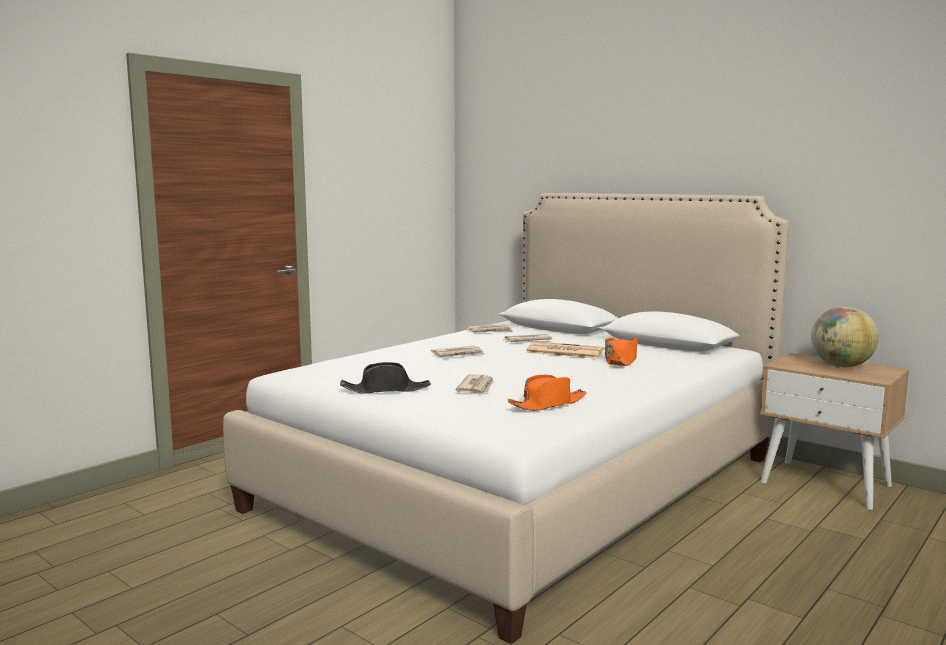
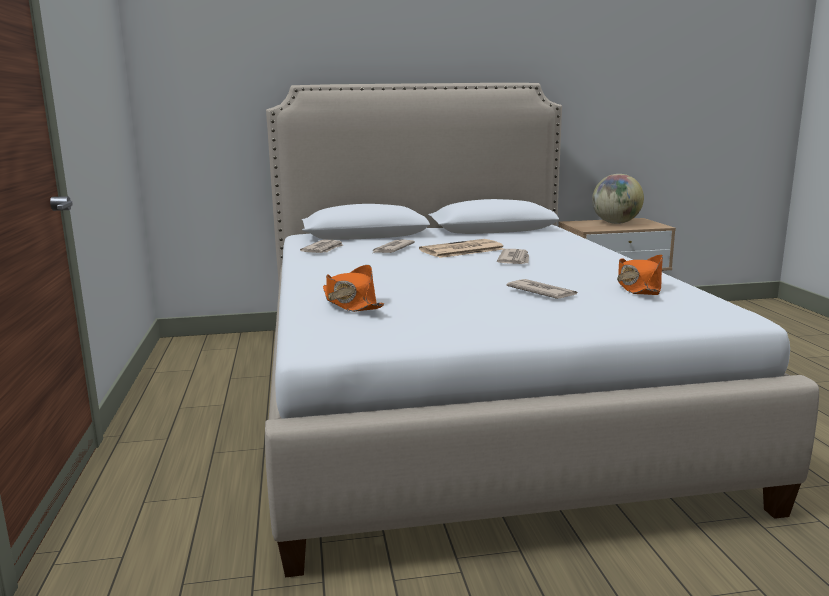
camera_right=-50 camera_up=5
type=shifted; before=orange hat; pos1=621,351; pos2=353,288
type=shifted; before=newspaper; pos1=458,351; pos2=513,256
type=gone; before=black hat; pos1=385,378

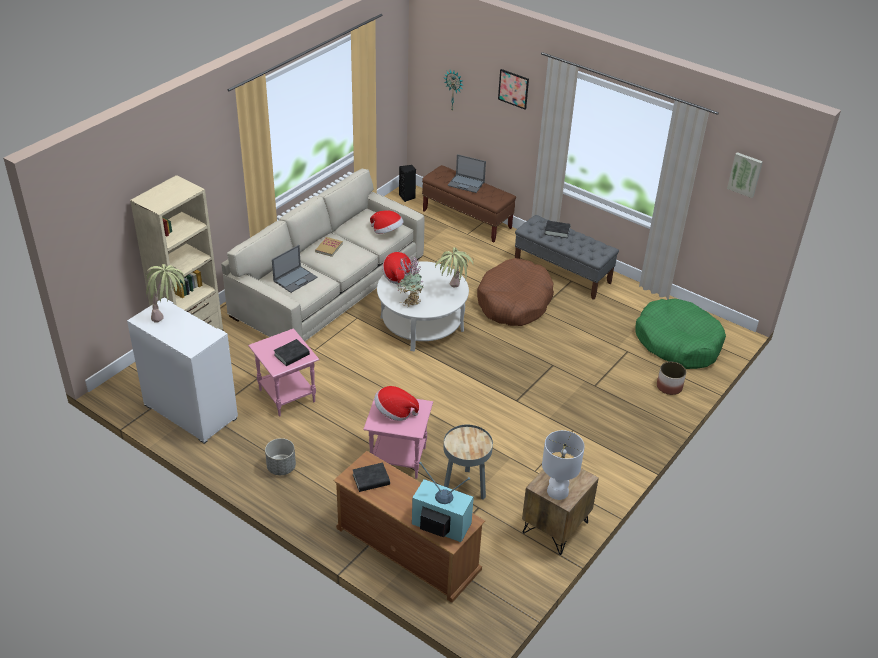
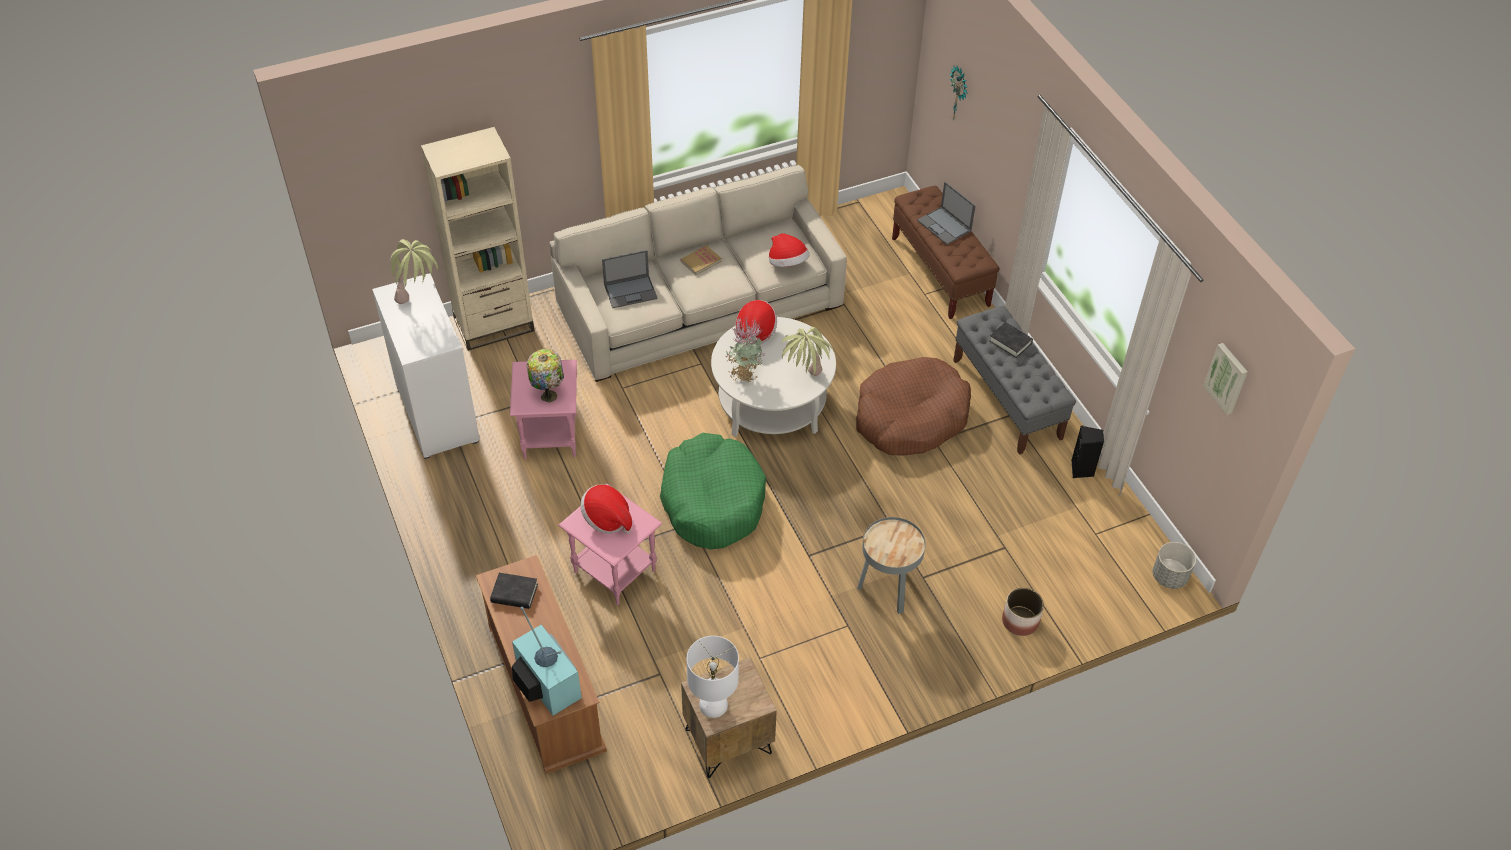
camera_right=30 camera_up=10
type=gone; before=picture; pos1=513,89
type=shifted; before=black speaker; pos1=407,183; pos2=1087,452
type=shifted; before=green dog bed; pos1=680,333; pos2=713,491
type=swapped; before=black book; after=table lamp; pos1=292,352; pos2=545,376
type=shifted; before=grey side table; pos1=468,462; pos2=891,565
type=shifted; before=grey planter; pos1=280,456; pos2=1174,565

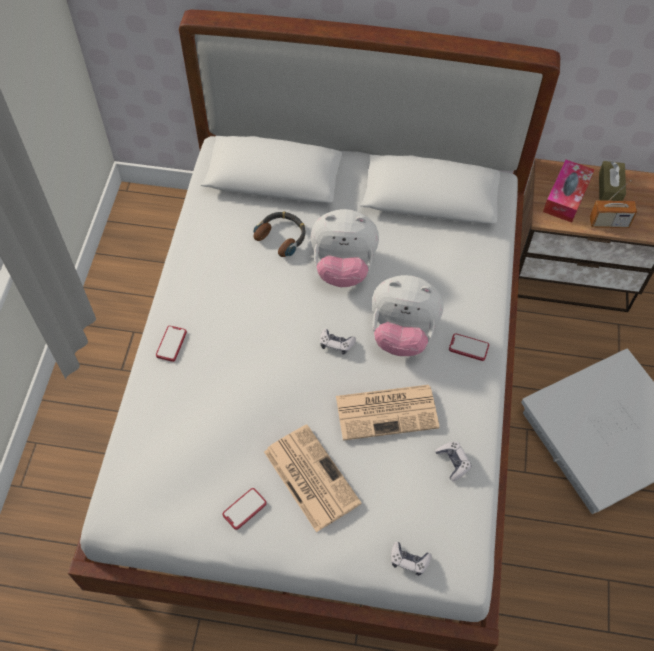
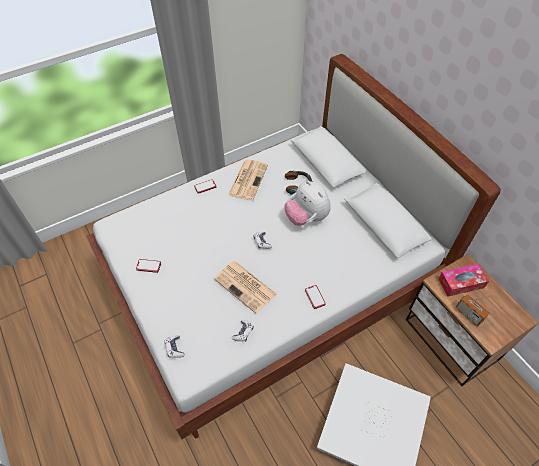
camera_right=50 camera_up=-5
type=gone; before=brown tissue box; pos1=612,181
type=gone; before=plush toy; pos1=407,315
type=shifted; before=newspaper; pos1=312,478; pos2=248,180

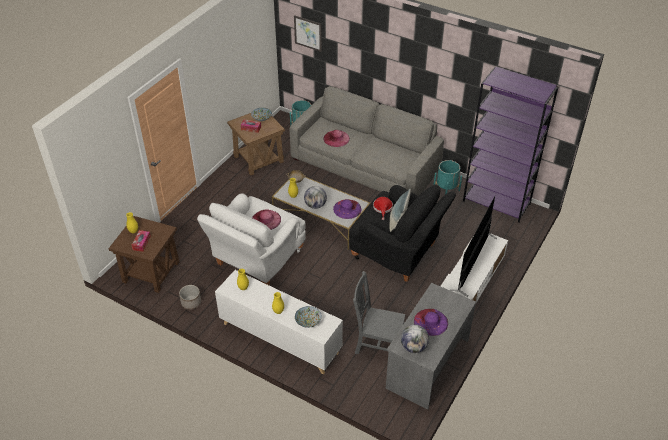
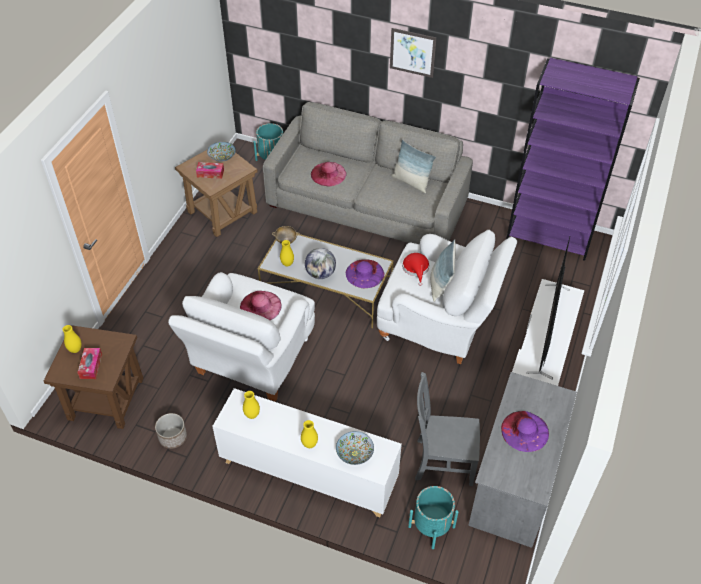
camera_right=-10 camera_up=5
type=shifted; before=picture; pos1=308,33; pos2=413,53
type=shifted; before=turquoise planter; pos1=448,177; pos2=433,517
type=repainted; before=black armchair; after=white armchair; pos1=402,233; pos2=447,297
type=gone; before=globe; pos1=415,339
type=new; after=pillow; pos2=414,166

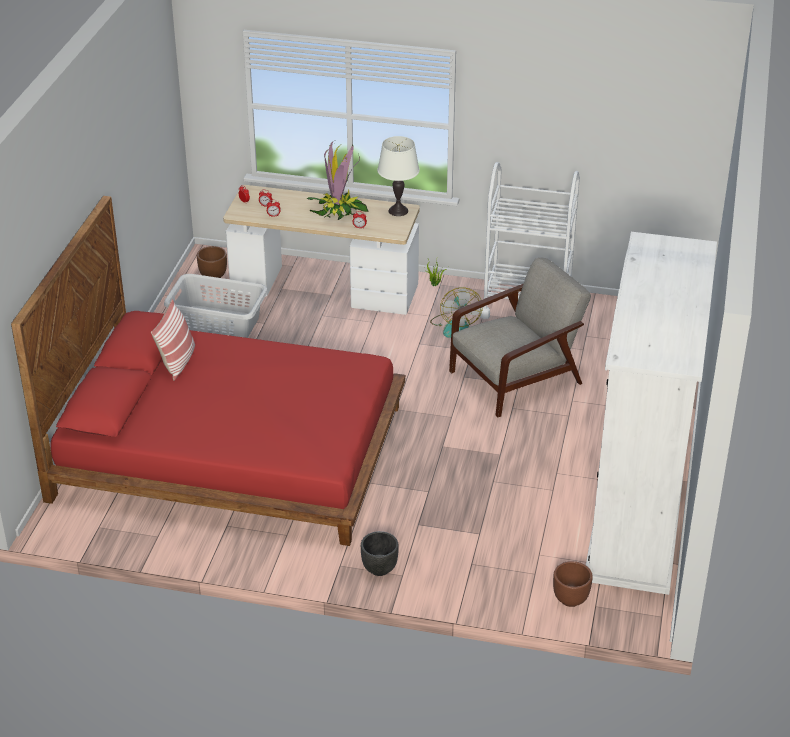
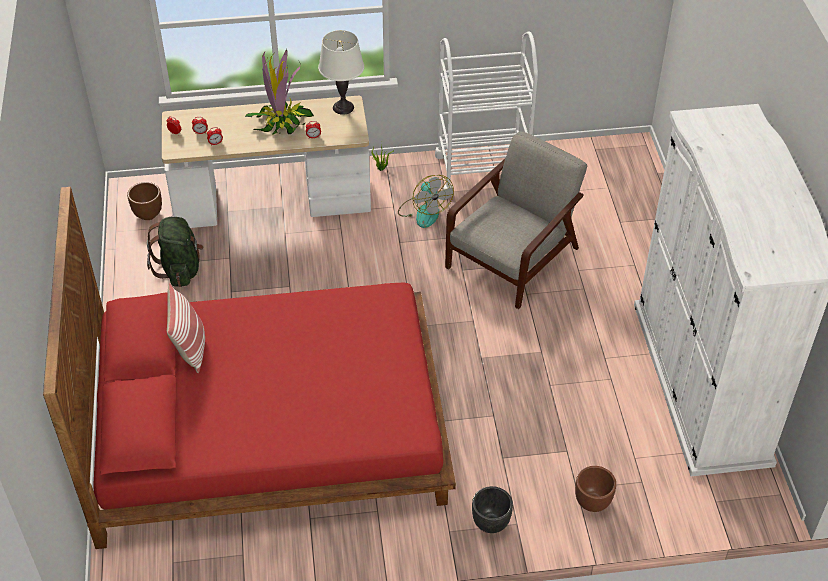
camera_right=-20 camera_up=10
type=swapped; before=grey laundry basket; after=green backpack; pos1=216,306; pos2=175,252
type=shifted; before=brown planter; pos1=573,584; pos2=595,489

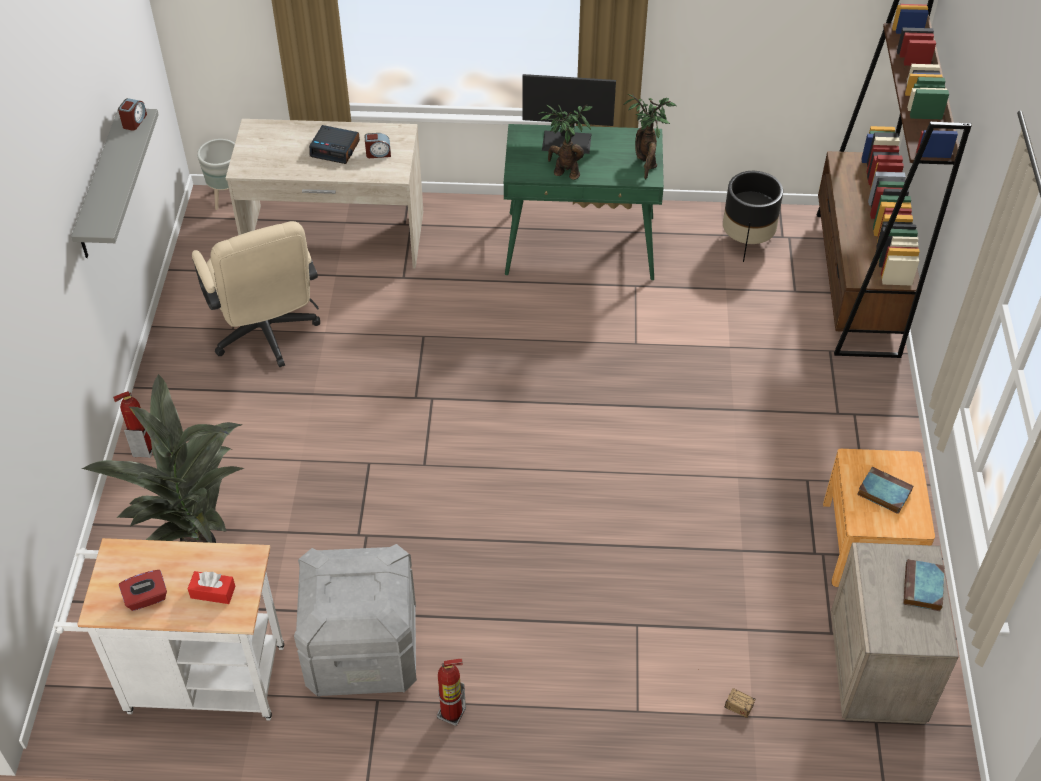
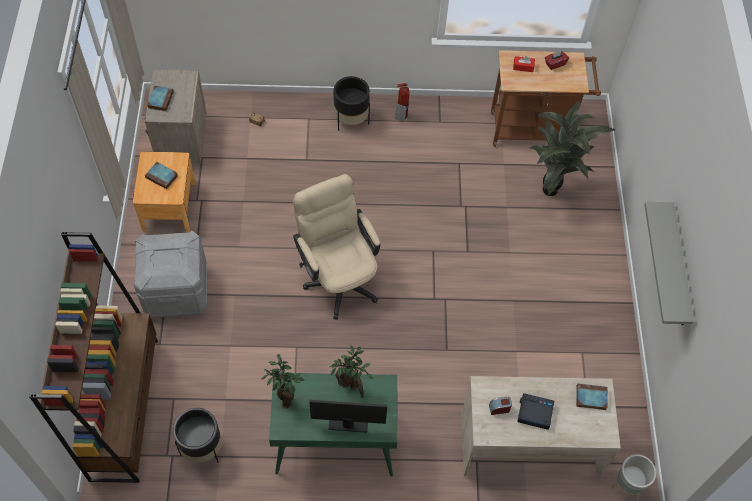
camera_right=175 camera_up=10
type=gone; before=alarm clock; pos1=132,114
type=shifted; before=beige office chair; pos1=256,294; pos2=336,247
type=gone; before=fire extinguisher; pos1=133,424
type=repainted; before=white cart; after=brown cart; pos1=169,629; pos2=546,98
type=shifted; before=grey storage box; pos1=355,620; pos2=171,274
type=new; after=black planter; pos2=352,103
type=new; after=book; pos2=592,397

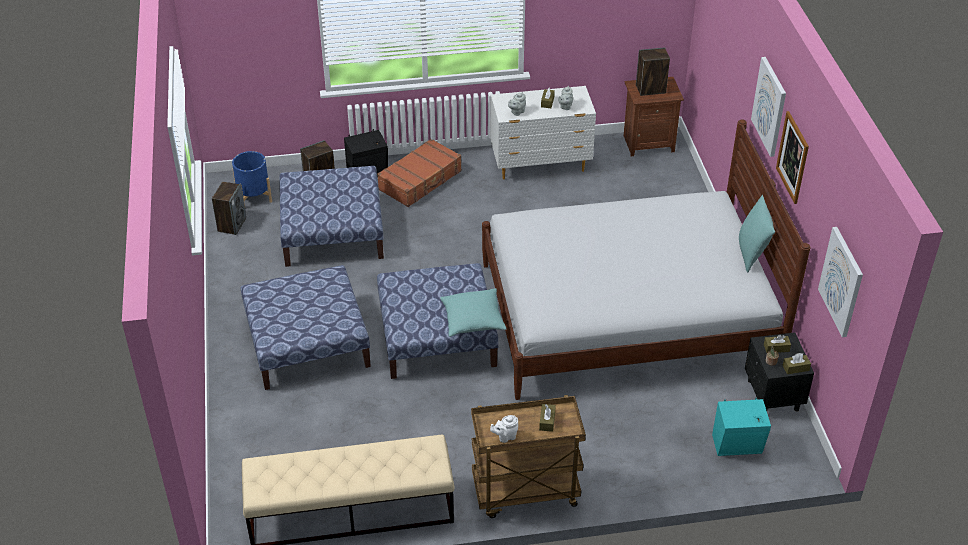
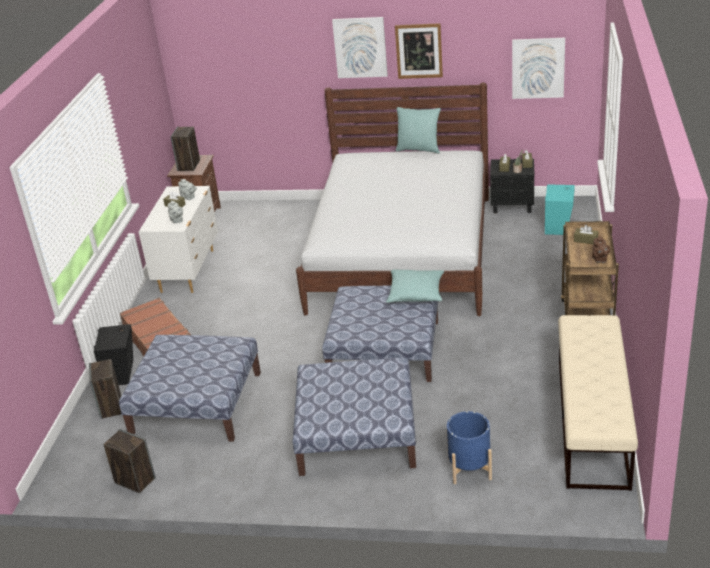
camera_right=-70 camera_up=-10
type=shifted; before=blue planter; pos1=252,178; pos2=469,447
type=repainted; before=white teapot; after=brown teapot; pos1=504,429; pos2=601,249

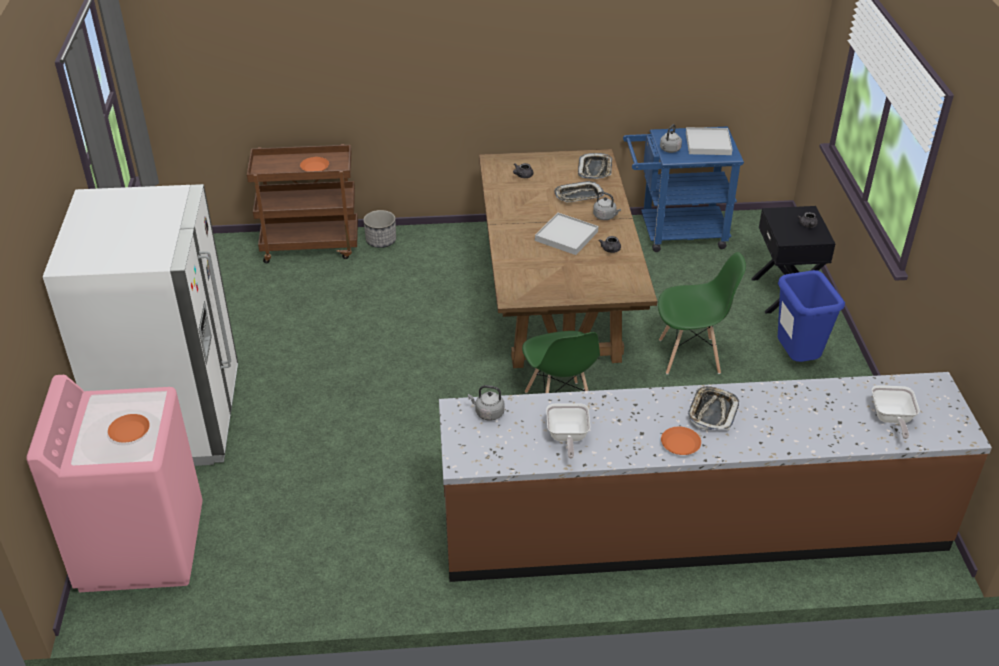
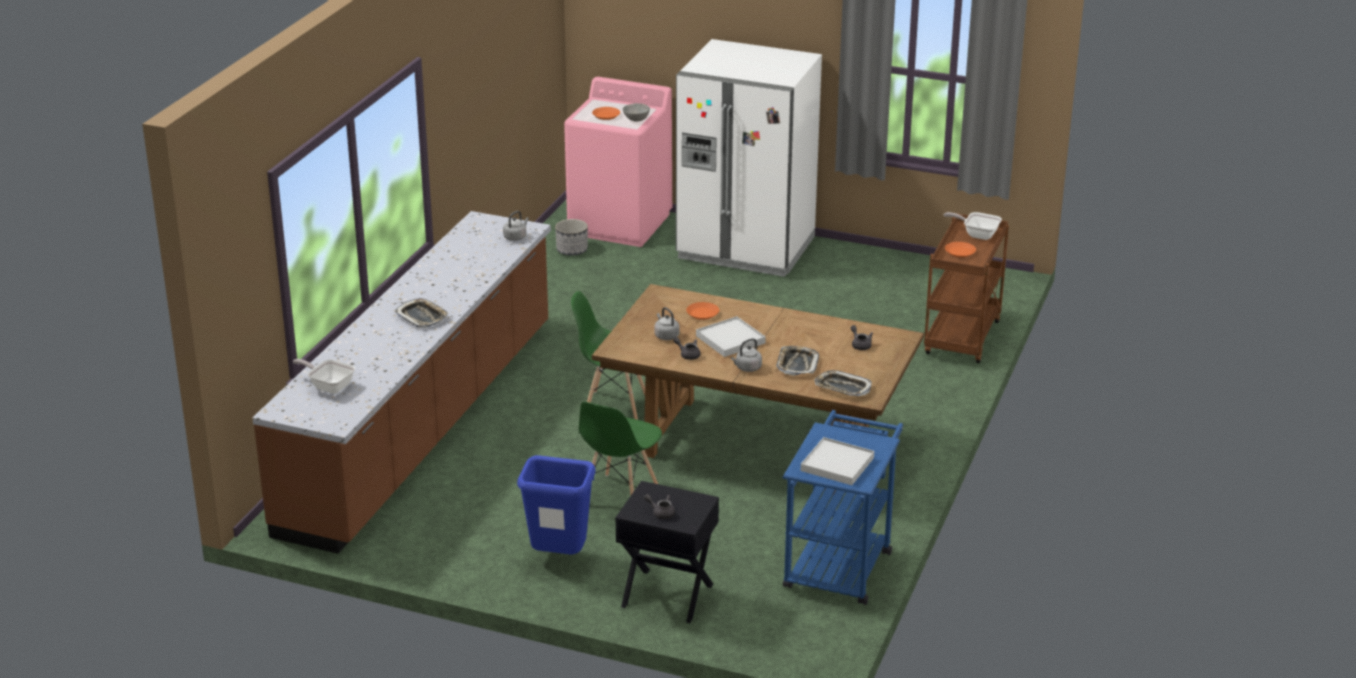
camera_right=115 camera_up=-10
type=shifted; before=grey kettle; pos1=671,138; pos2=667,323
type=shifted; before=planter; pos1=379,229; pos2=571,237
type=shifted; before=frying pan; pos1=568,431; pos2=973,226
type=shifted; before=orange plate; pos1=681,441; pos2=702,311
type=new; after=grey bowl; pos2=636,112

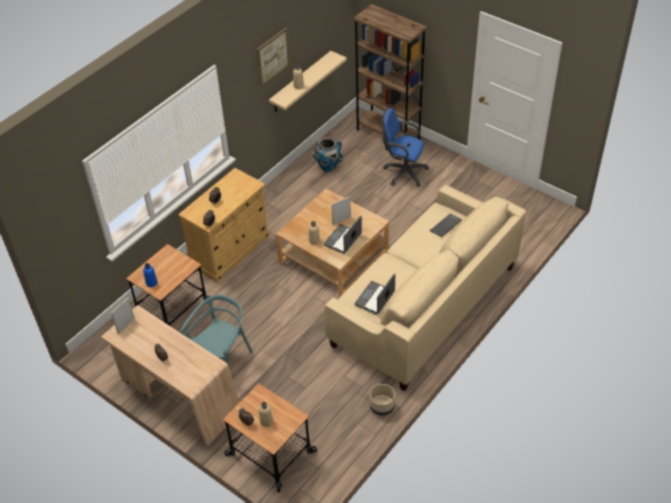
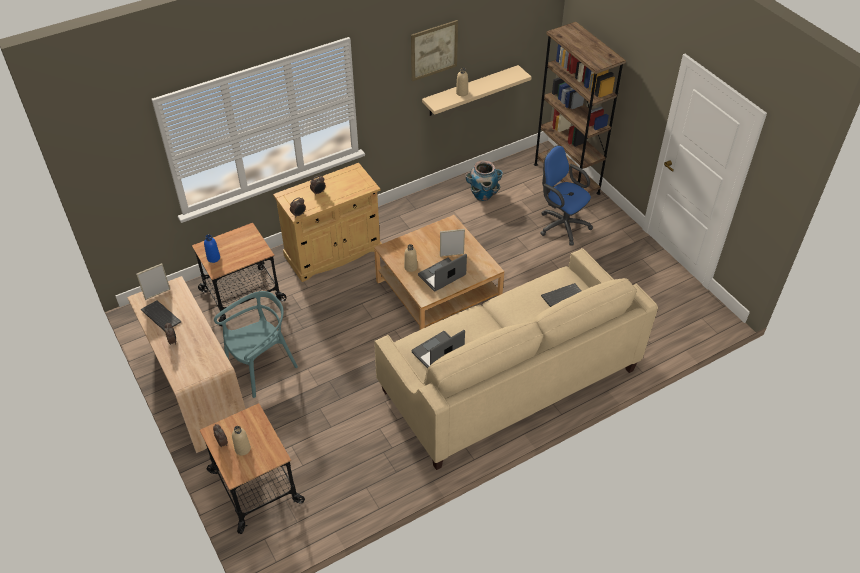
camera_right=20 camera_up=0
type=gone; before=beige planter; pos1=382,400
type=new; after=keyboard; pos2=161,315

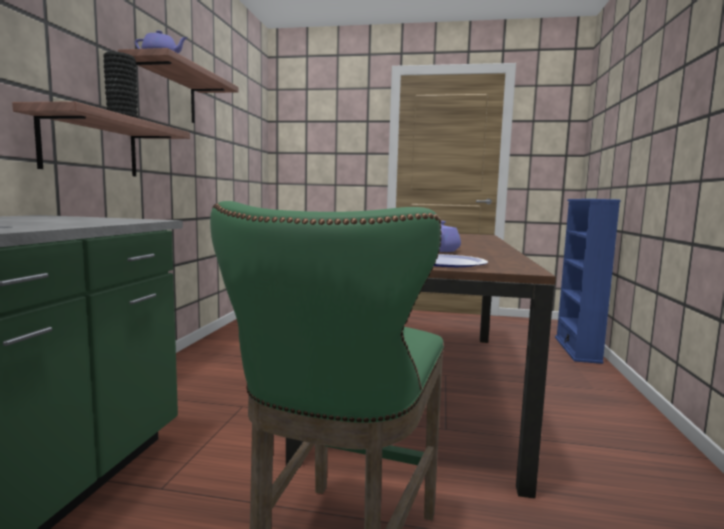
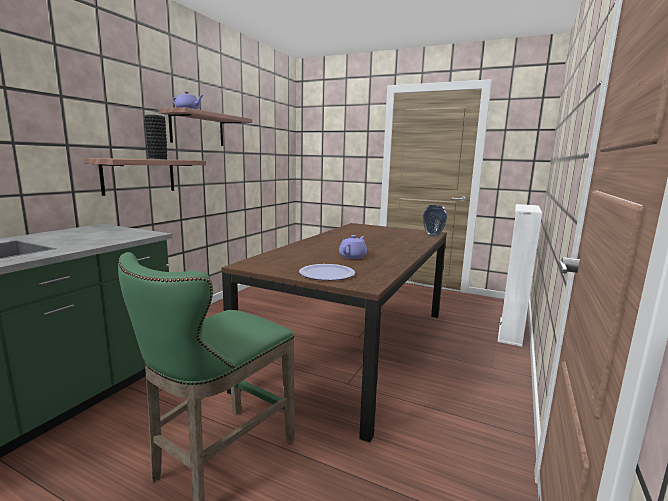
camera_right=15 camera_up=5
type=repainted; before=blue bookcase; after=white bookcase; pos1=588,281; pos2=519,275
type=new; after=vase; pos2=435,220

